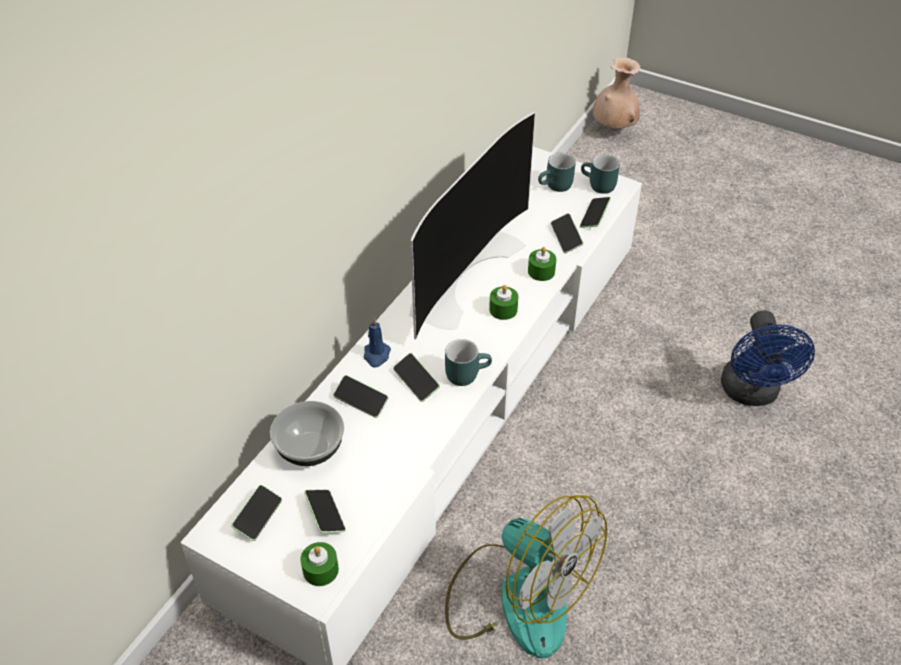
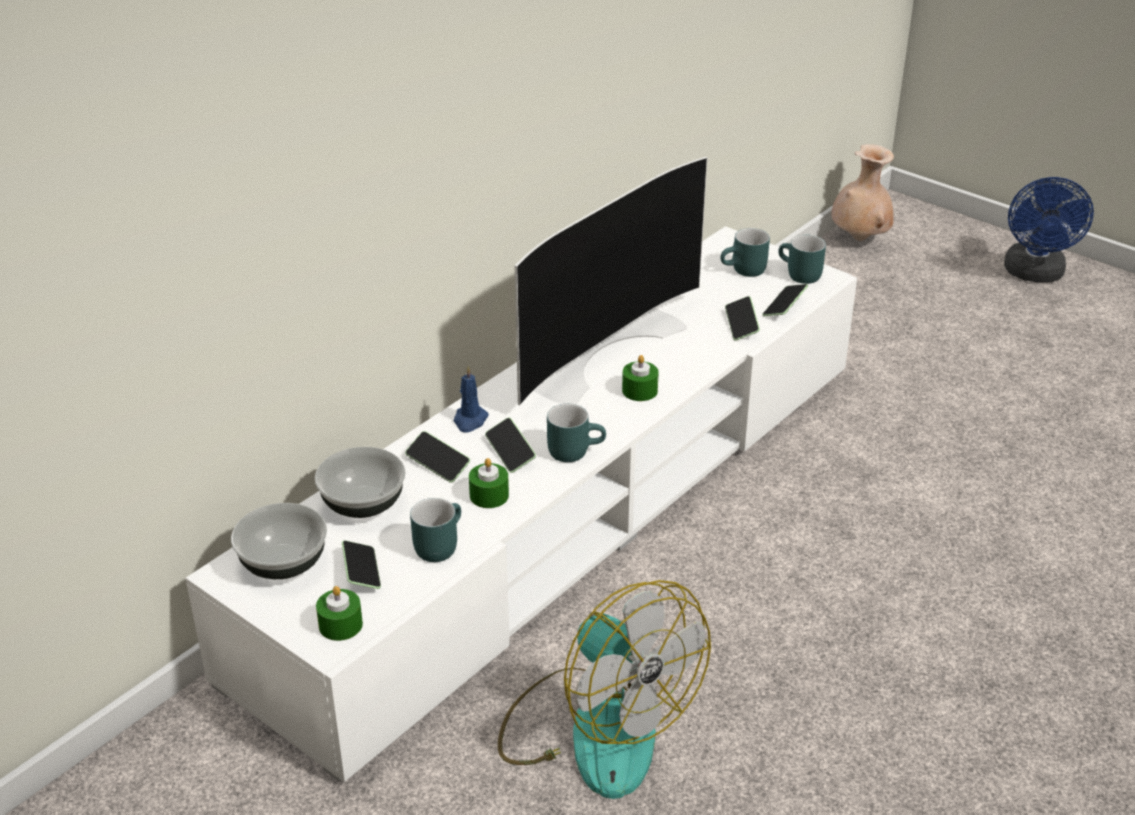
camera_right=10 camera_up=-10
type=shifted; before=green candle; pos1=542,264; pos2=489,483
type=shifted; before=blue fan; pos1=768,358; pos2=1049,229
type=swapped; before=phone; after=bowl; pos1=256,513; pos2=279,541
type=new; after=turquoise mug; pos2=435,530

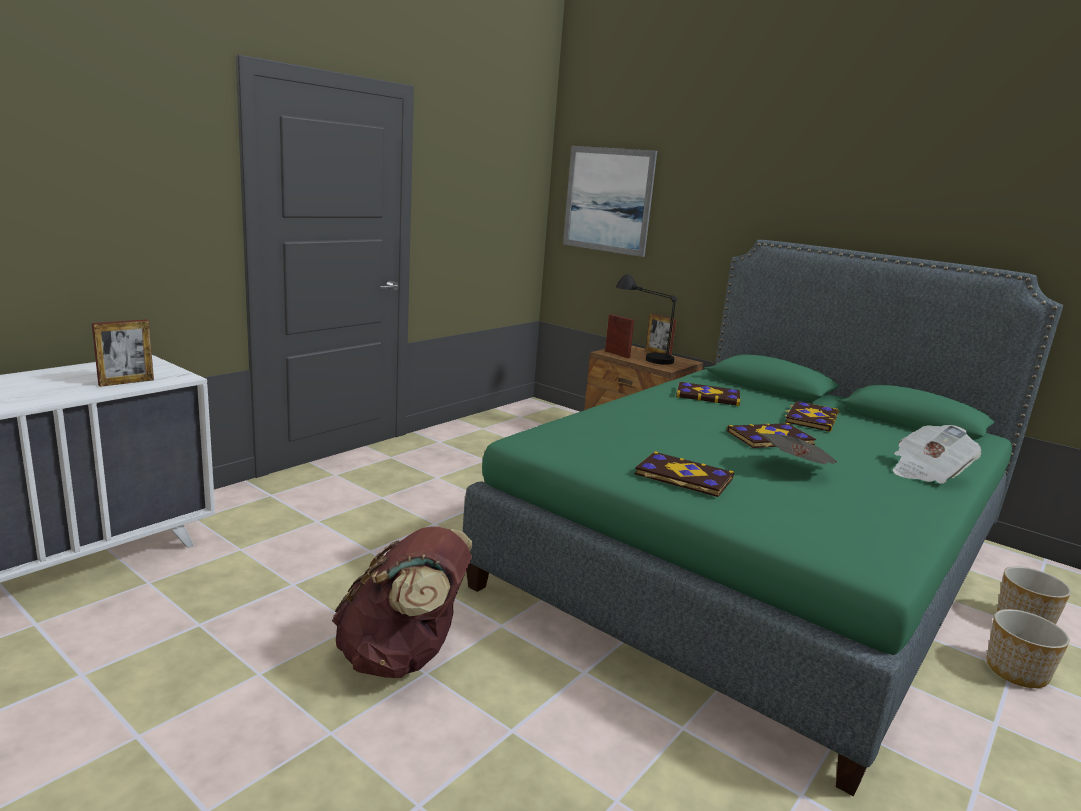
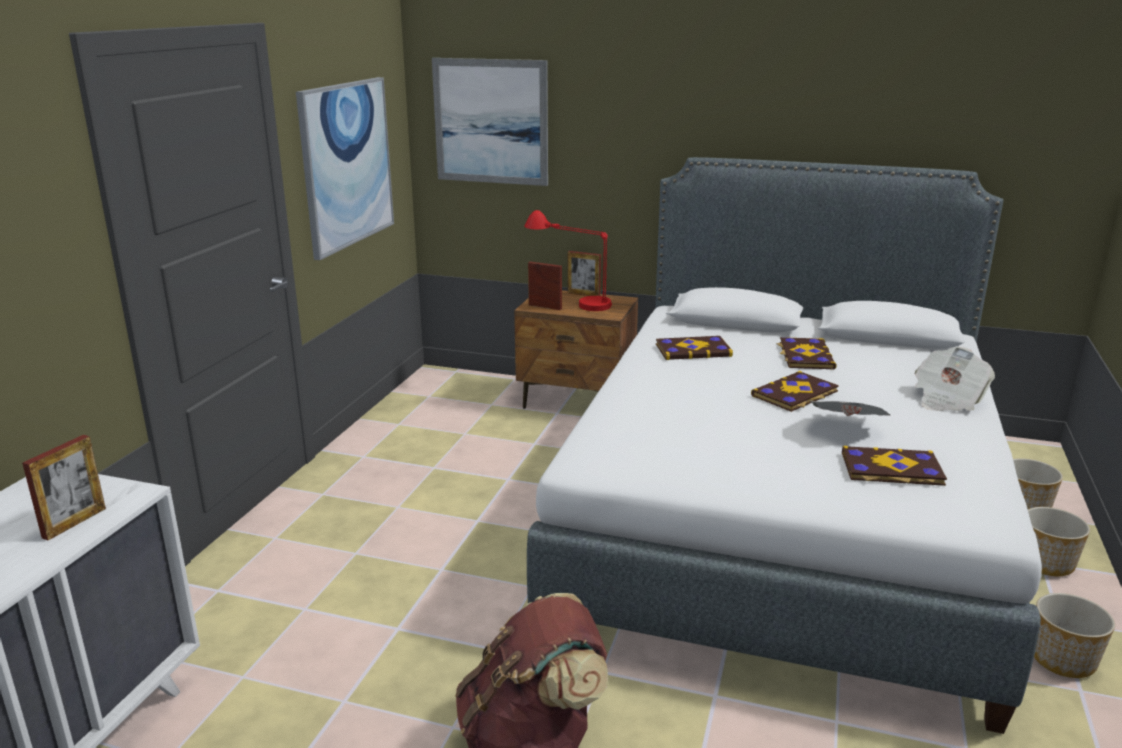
camera_right=-20 camera_up=5
type=repainted; before=green bed; after=white bed; pos1=763,518; pos2=784,445
type=repainted; before=black table lamp; after=red table lamp; pos1=646,319; pos2=568,260
type=shifted; before=book; pos1=684,474; pos2=894,466
type=new; after=picture; pos2=345,168
type=new; after=planter; pos2=1074,635

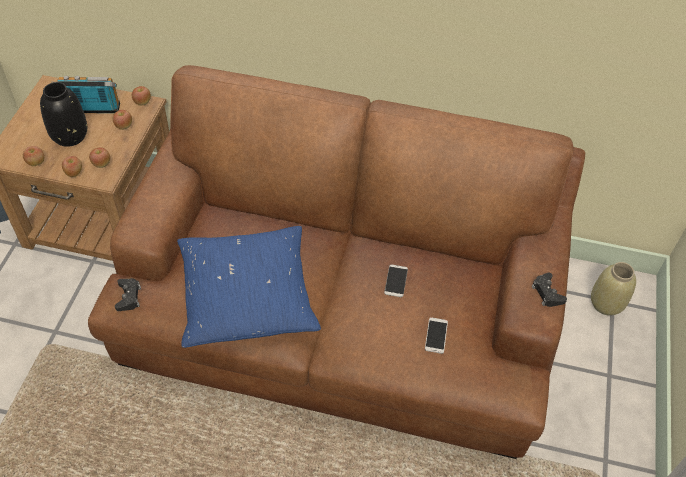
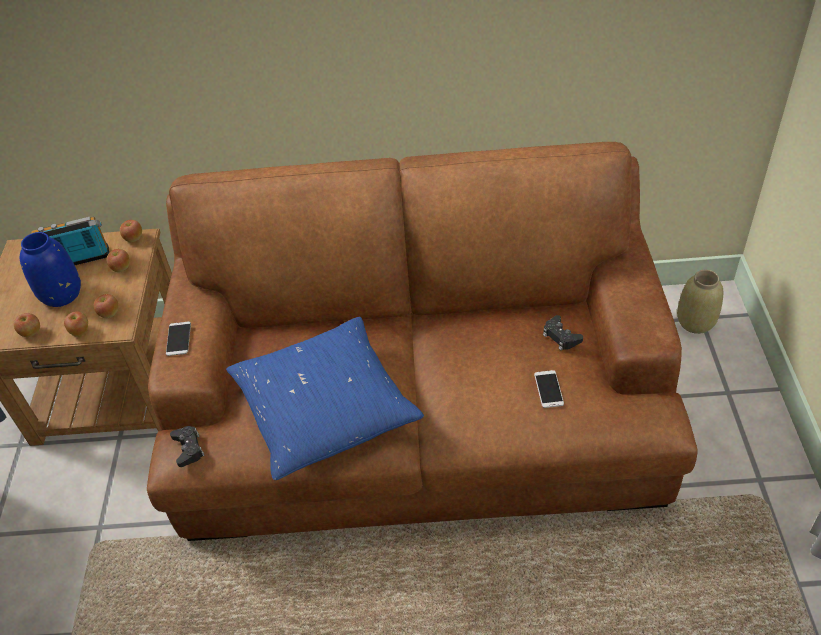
camera_right=-10 camera_up=-5
type=repainted; before=black vase; after=blue vase; pos1=63,114; pos2=50,269
type=shifted; before=phone; pos1=396,280; pos2=178,338
type=shifted; before=black game controller; pos1=549,289; pos2=563,332

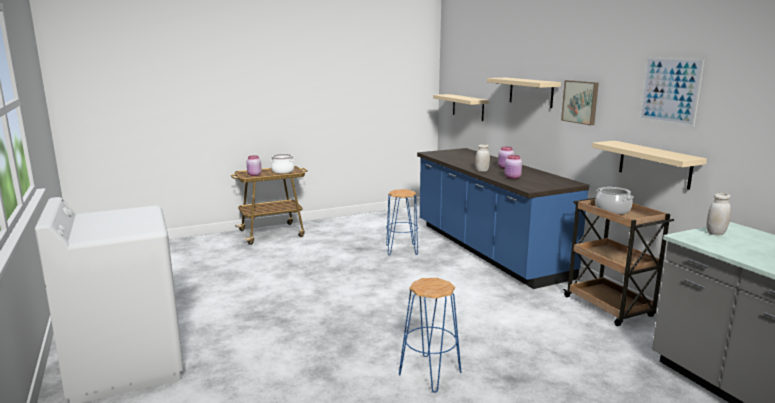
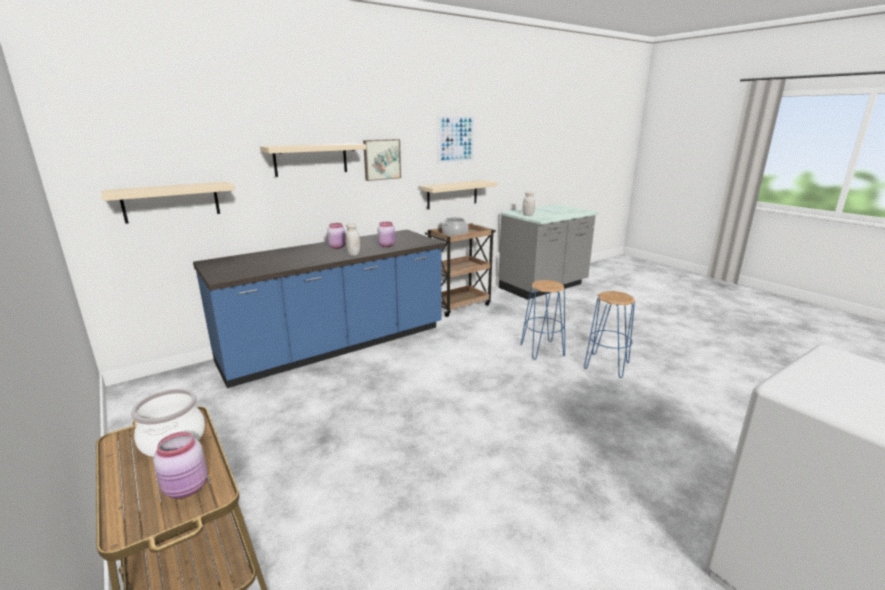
camera_right=-100 camera_up=5
type=shifted; before=blue stool; pos1=402,222; pos2=543,320

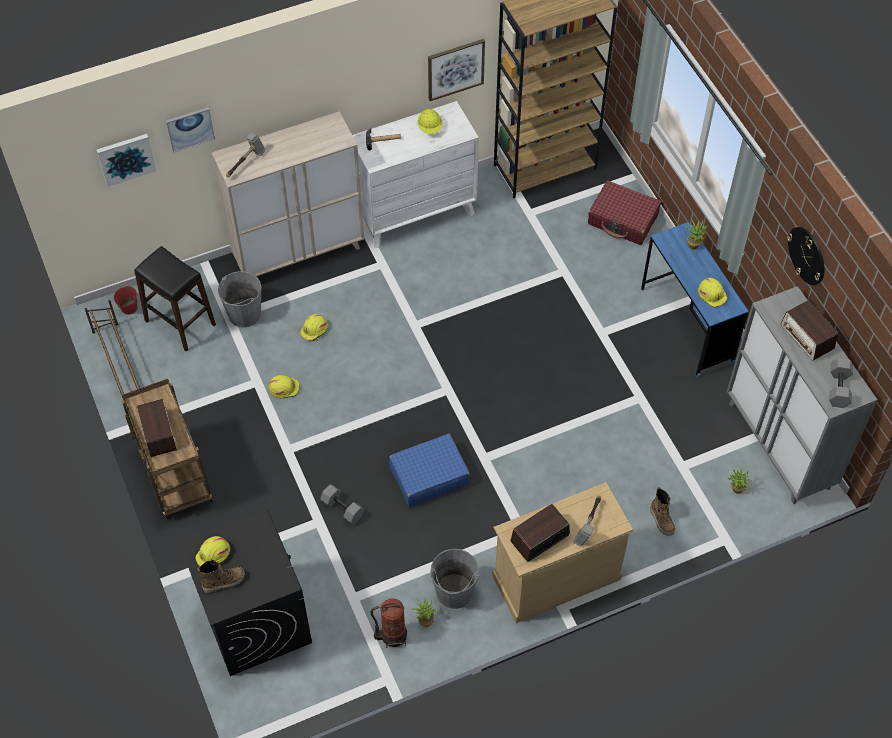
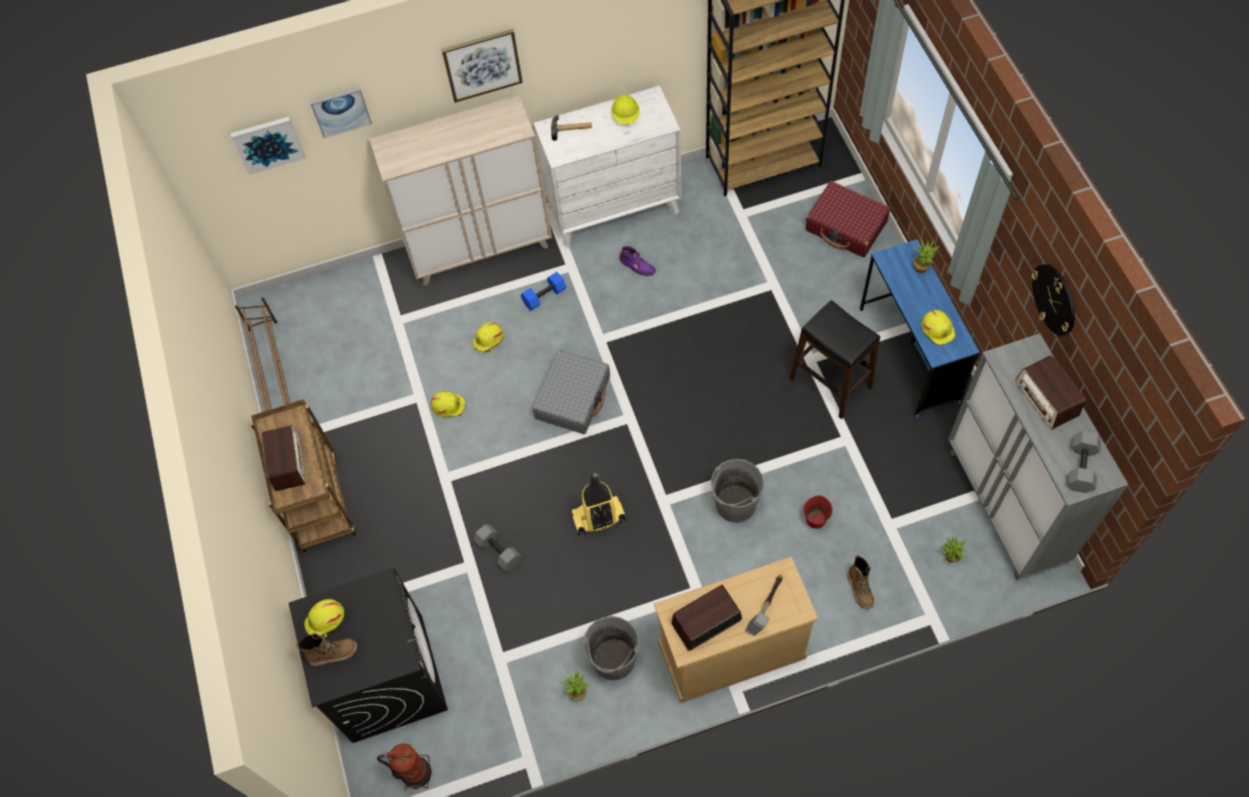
camera_right=10 camera_up=5
type=shifted; before=picture; pos1=456,70; pos2=482,66
type=gone; before=hammer; pos1=246,154
type=shifted; before=black stool; pos1=175,299; pos2=835,359
type=shifted; before=grey bucket; pos1=239,299; pos2=737,491
type=shifted; before=red bucket; pos1=126,300; pos2=818,512
type=swapped; before=blue suitcase; after=vacuum cleaner; pos1=429,470; pos2=598,504
type=shifted; before=fire extinguisher; pos1=388,623; pos2=404,766
type=new; after=purple boot; pos2=638,261
type=new; after=blue dumbbell; pos2=544,291
type=new; after=grey suitcase; pos2=571,392

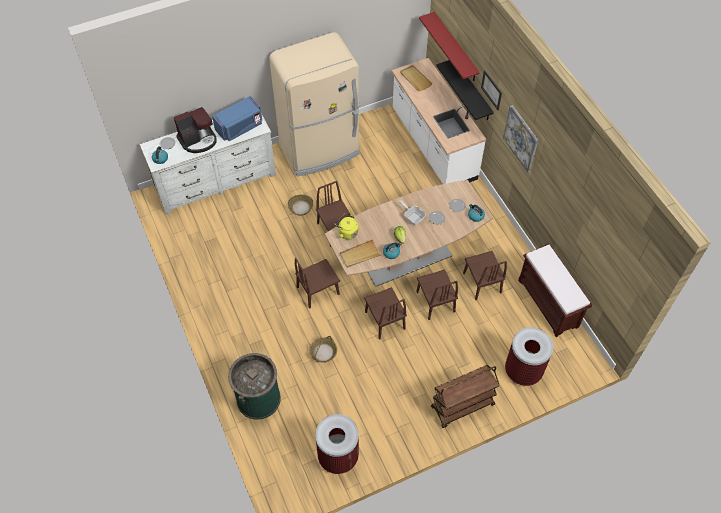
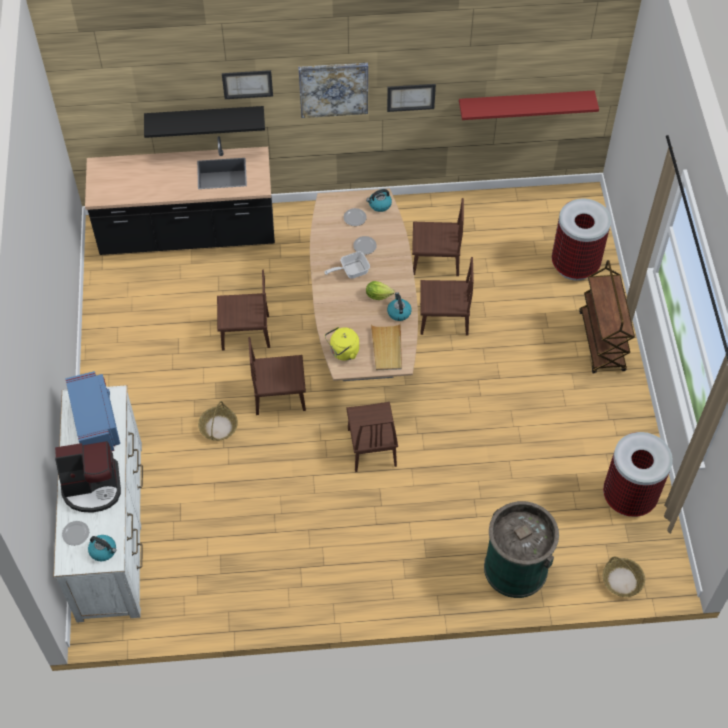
camera_right=-70 camera_up=0
type=shifted; before=red shelf; pos1=449,46; pos2=529,105
type=gone; before=beige fridge; pos1=314,104
type=repainted; before=white counter; after=black counter; pos1=438,121; pos2=180,195
type=gone; before=beige tray; pos1=416,78
type=rotated; before=coffee machine; pos1=195,130; pos2=88,477; turn=90
type=gone; before=brown bench; pos1=555,290
type=shifted; before=brown chair; pos1=385,313; pos2=243,310
type=shifted; before=basket; pos1=323,349; pos2=624,577
type=new; after=picture; pos2=411,98

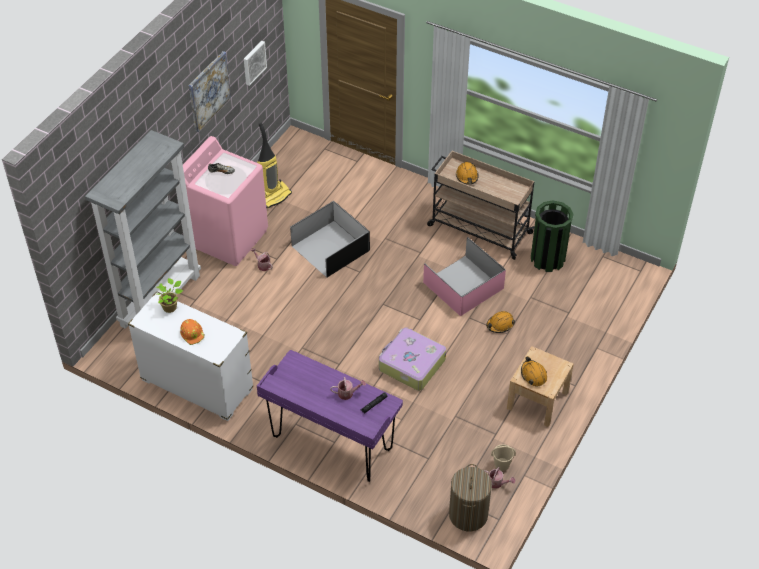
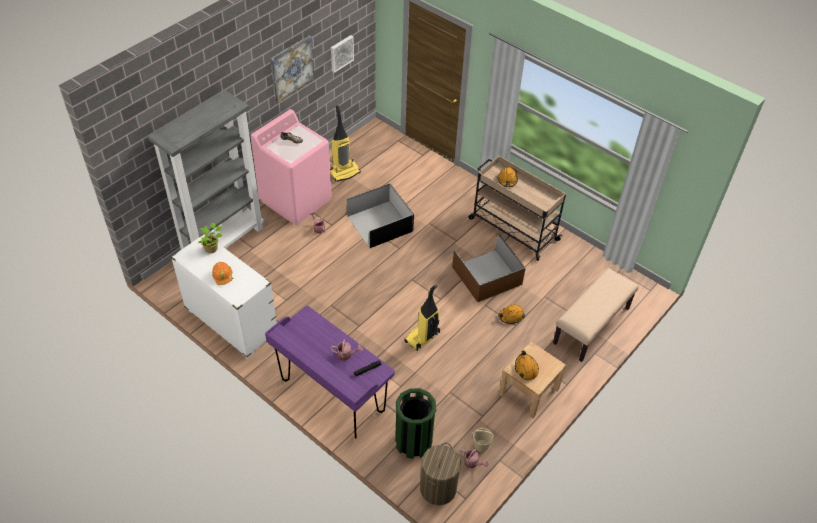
camera_right=10 camera_up=0
type=shifted; before=green trash can; pos1=552,236; pos2=415,423
type=repainted; before=pink storage box; after=brown storage box; pos1=464,276; pos2=489,268
type=swapped; before=suitcase; after=vacuum cleaner; pos1=412,359; pos2=422,317
type=new; after=beige bench; pos2=596,315

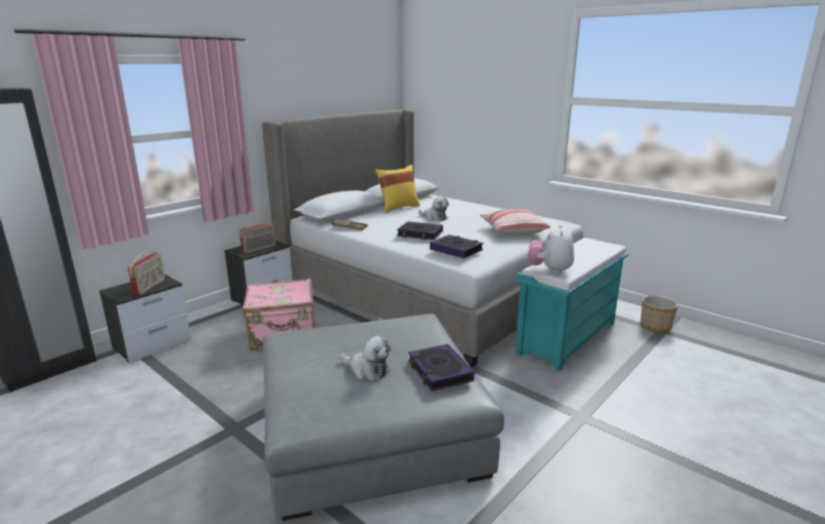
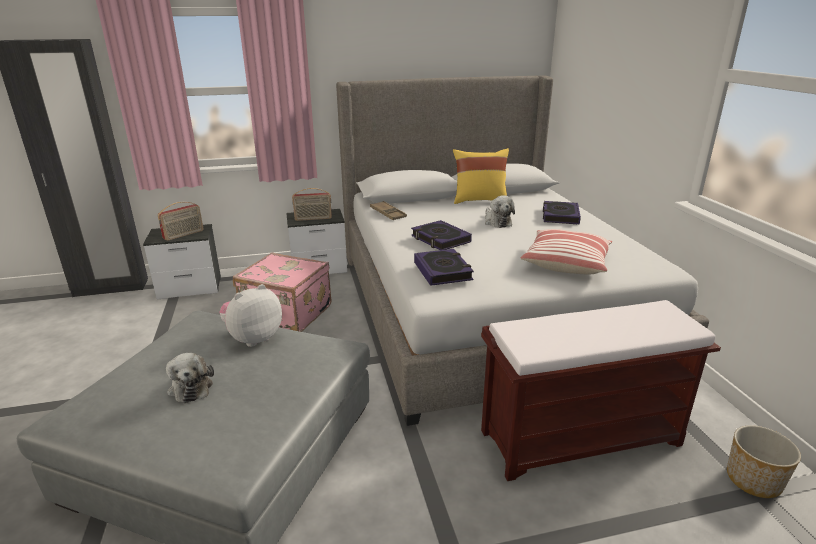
camera_right=35 camera_up=5
type=shifted; before=plush toy; pos1=551,249; pos2=250,315
type=repainted; before=turquoise bench; after=brown bench; pos1=571,304; pos2=601,390
type=shifted; before=book; pos1=441,367; pos2=562,213

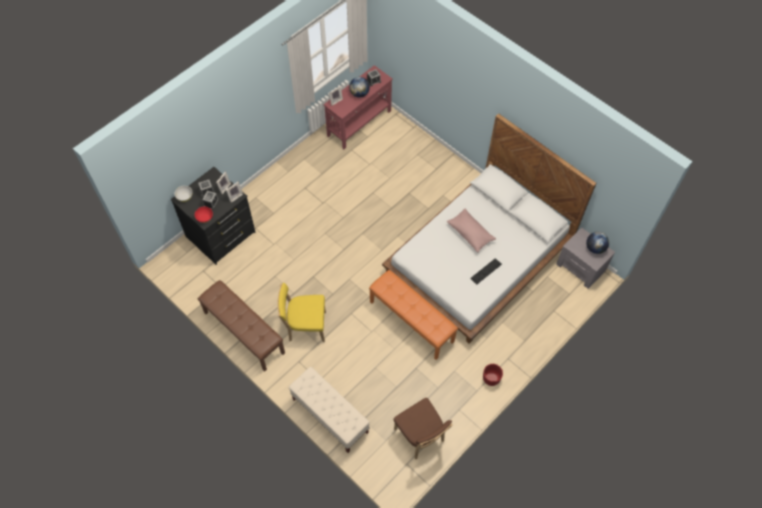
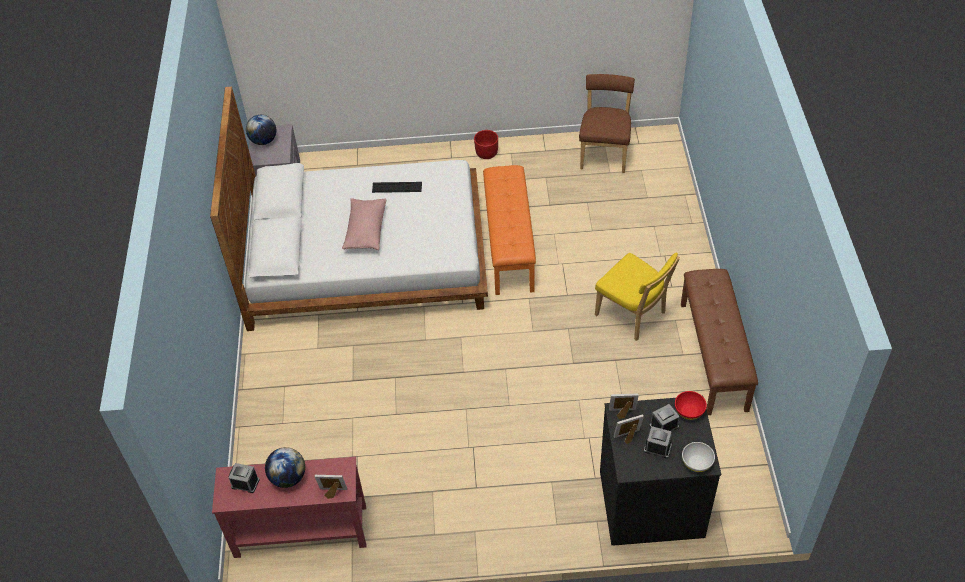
camera_right=-135 camera_up=-10
type=gone; before=beige bench; pos1=329,410

